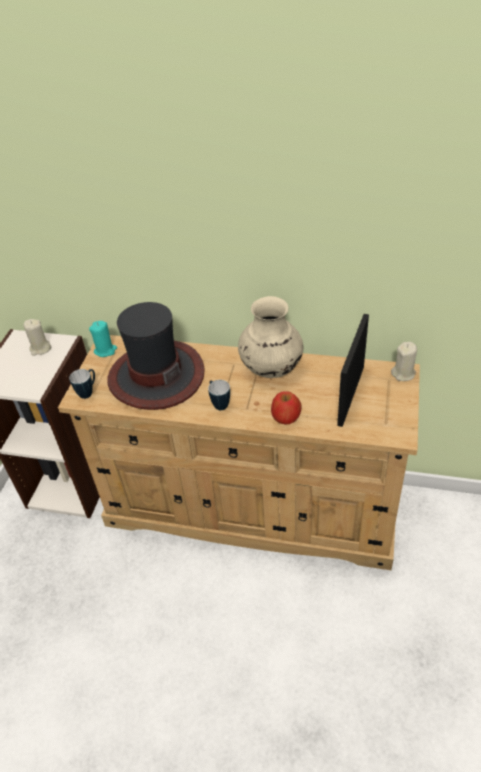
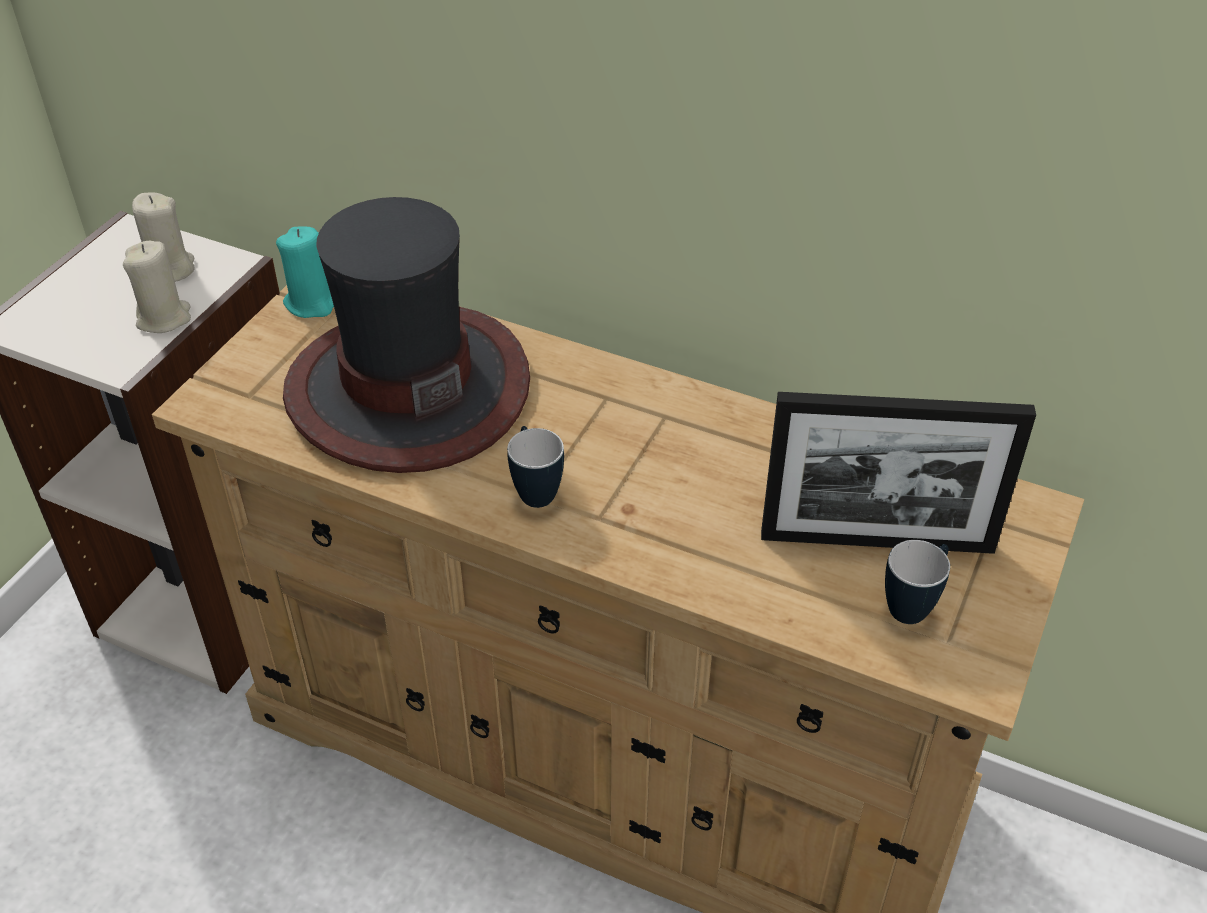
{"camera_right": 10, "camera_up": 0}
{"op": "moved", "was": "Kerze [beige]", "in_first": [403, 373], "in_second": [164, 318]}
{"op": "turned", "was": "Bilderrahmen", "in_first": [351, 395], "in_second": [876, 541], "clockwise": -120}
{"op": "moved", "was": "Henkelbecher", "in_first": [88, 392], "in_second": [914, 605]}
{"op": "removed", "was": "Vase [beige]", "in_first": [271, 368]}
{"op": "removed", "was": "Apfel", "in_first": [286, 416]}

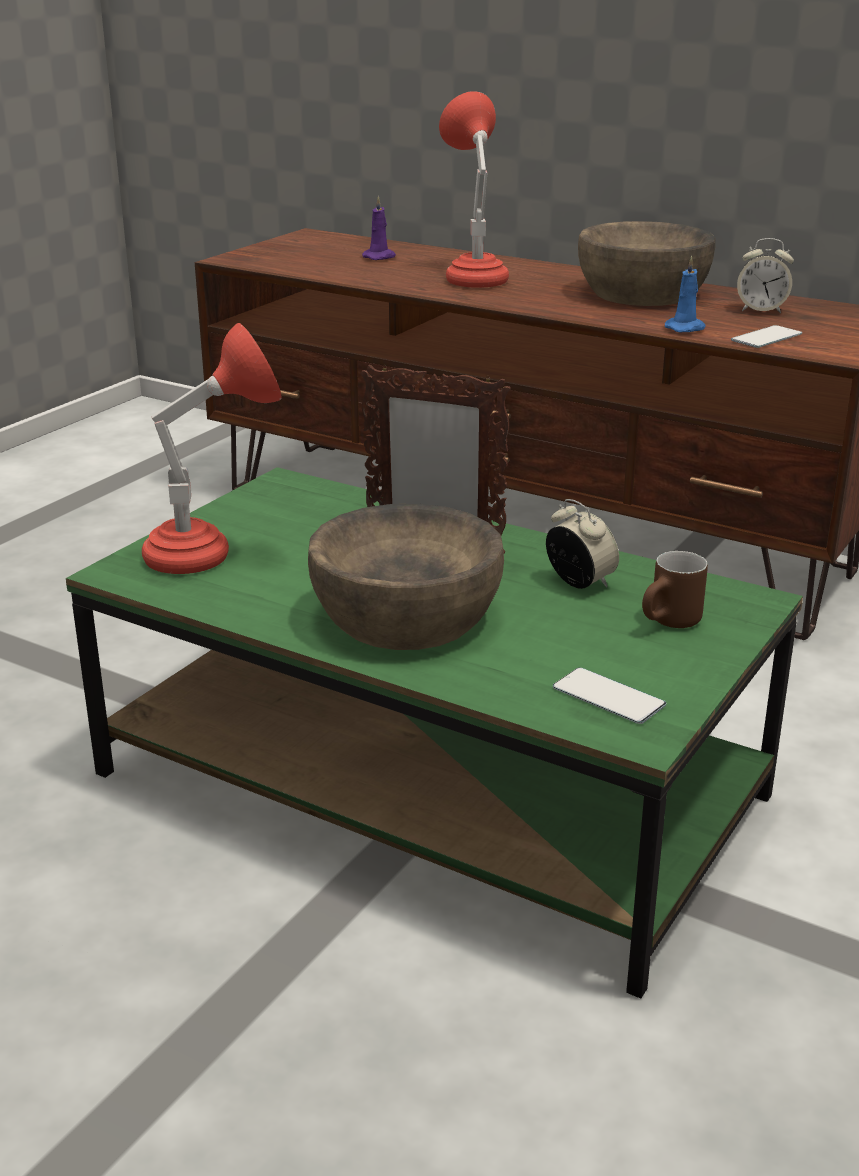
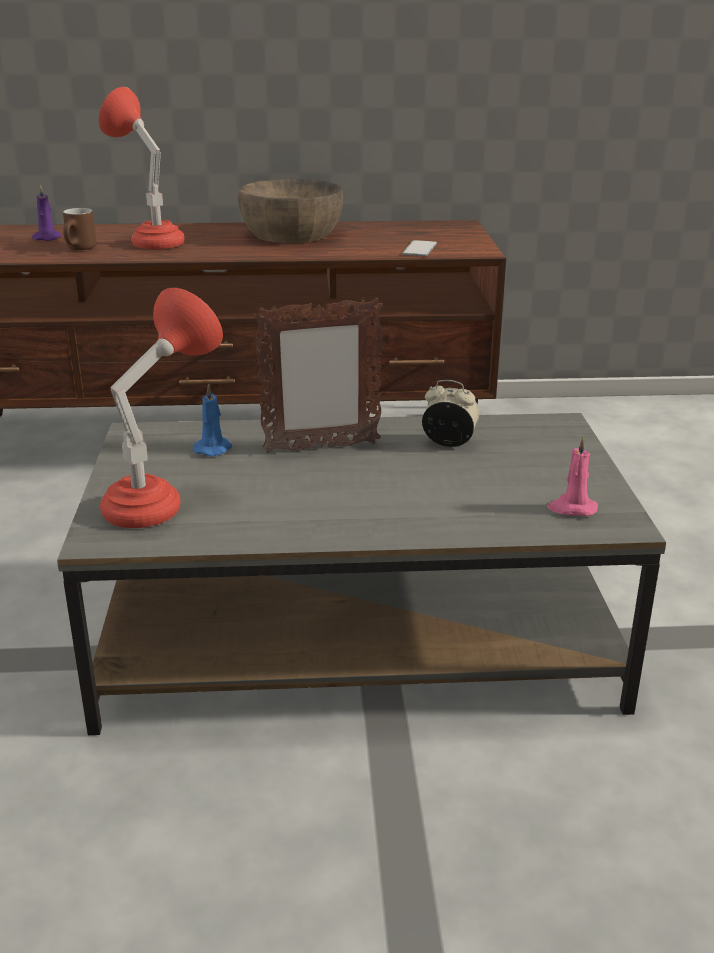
{"camera_right": -35, "camera_up": 0}
{"op": "recoloured", "was": "Couchtisch [grün]", "now": "Couchtisch [grau]", "in_first": [434, 785], "in_second": [360, 635]}
{"op": "moved", "was": "Henkelbecher [braun]", "in_first": [671, 624], "in_second": [81, 249]}
{"op": "moved", "was": "Kerze [blau]", "in_first": [686, 328], "in_second": [214, 448]}
{"op": "replaced", "was": "Handy", "now": "Kerze [rosa]", "in_first": [608, 696], "in_second": [571, 508]}
{"op": "removed", "was": "Schüssel [braun]", "in_first": [405, 616]}
{"op": "removed", "was": "Wecker", "in_first": [761, 310]}

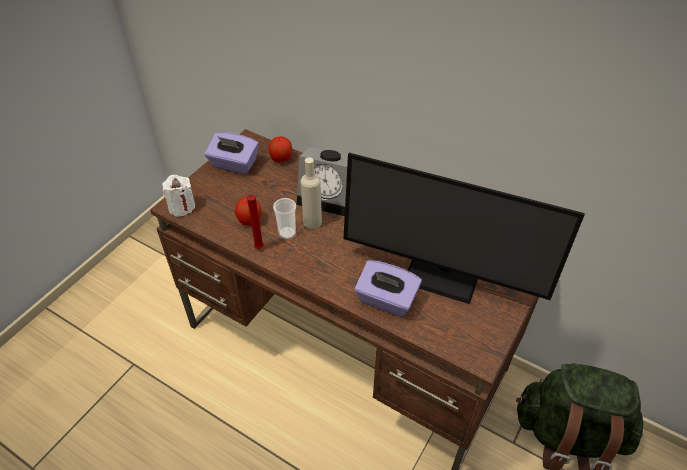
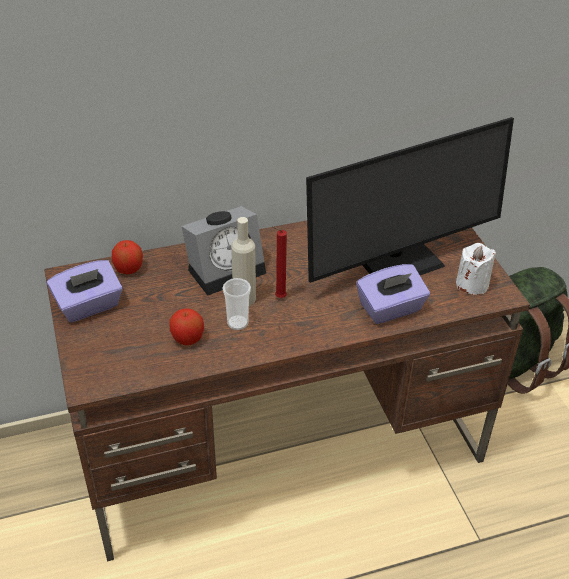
{"camera_right": -50, "camera_up": -5}
{"op": "moved", "was": "Kerze [rot]", "in_first": [258, 247], "in_second": [278, 297]}
{"op": "moved", "was": "Kerze [weiß]", "in_first": [182, 207], "in_second": [472, 284]}

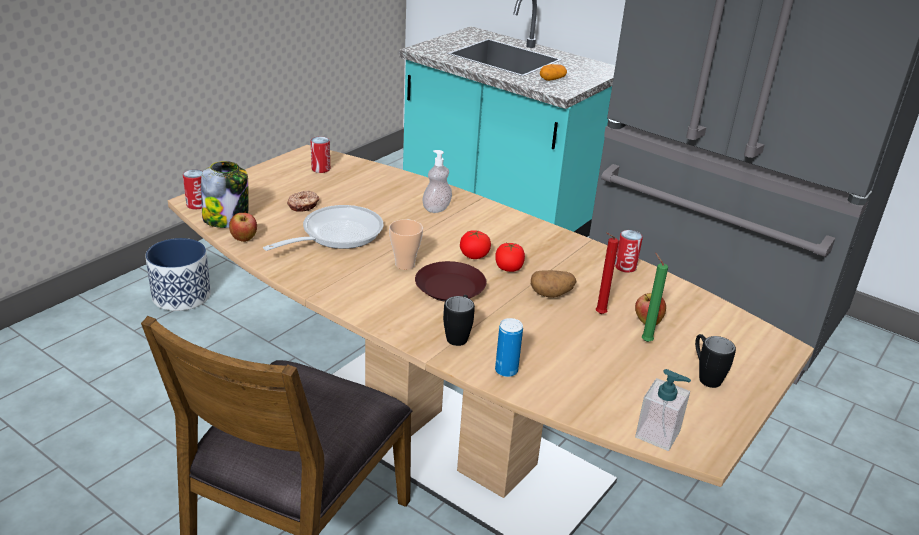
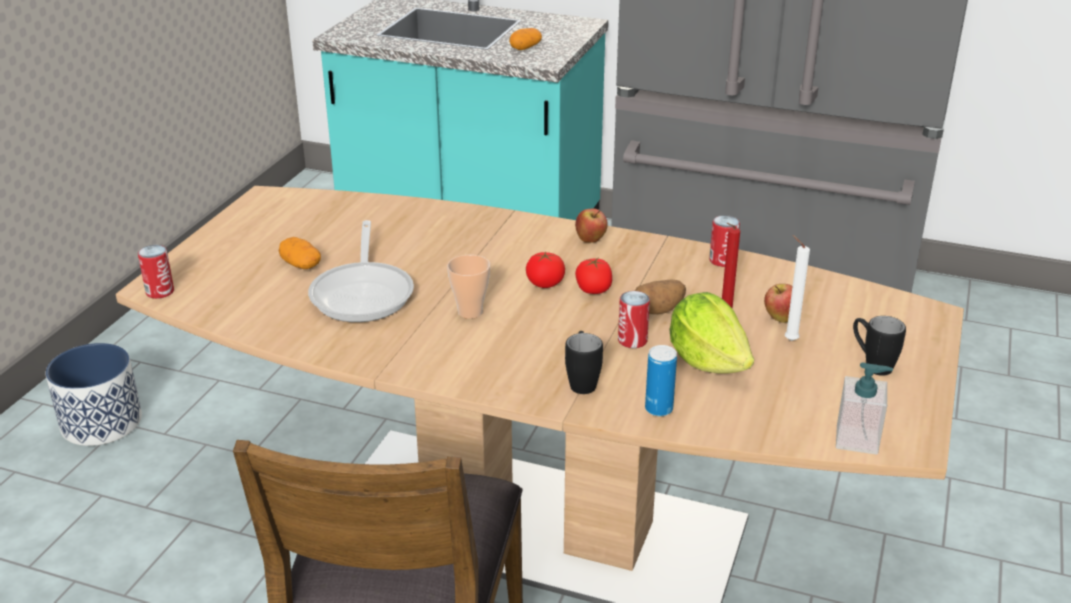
{"camera_right": -15, "camera_up": 0}
{"op": "replaced", "was": "Donut", "now": "Kartoffel", "in_first": [304, 206], "in_second": [300, 265]}
{"op": "turned", "was": "Pfanne", "in_first": [336, 235], "in_second": [364, 293], "clockwise": 150}
{"op": "moved", "was": "Apfel", "in_first": [244, 239], "in_second": [591, 240]}
{"op": "moved", "was": "Dose", "in_first": [321, 169], "in_second": [632, 340]}
{"op": "added", "now": "Salatkopf", "in_second": [708, 361]}
{"op": "recoloured", "was": "Kerze [grün]", "now": "Kerze [weiß]", "in_first": [645, 340], "in_second": [788, 340]}
{"op": "removed", "was": "Vorratsglas", "in_first": [227, 219]}
{"op": "removed", "was": "Teller [braun]", "in_first": [449, 288]}
{"op": "removed", "was": "Seifenspender", "in_first": [436, 209]}

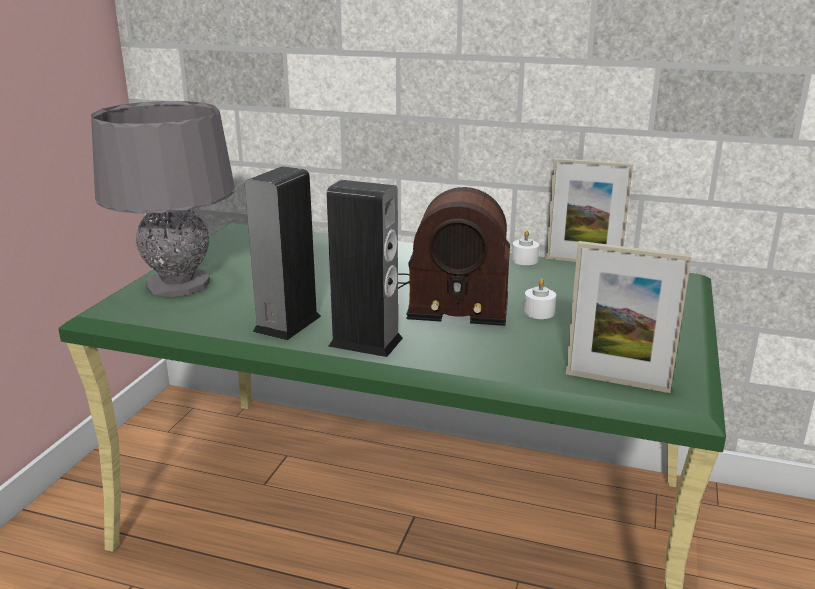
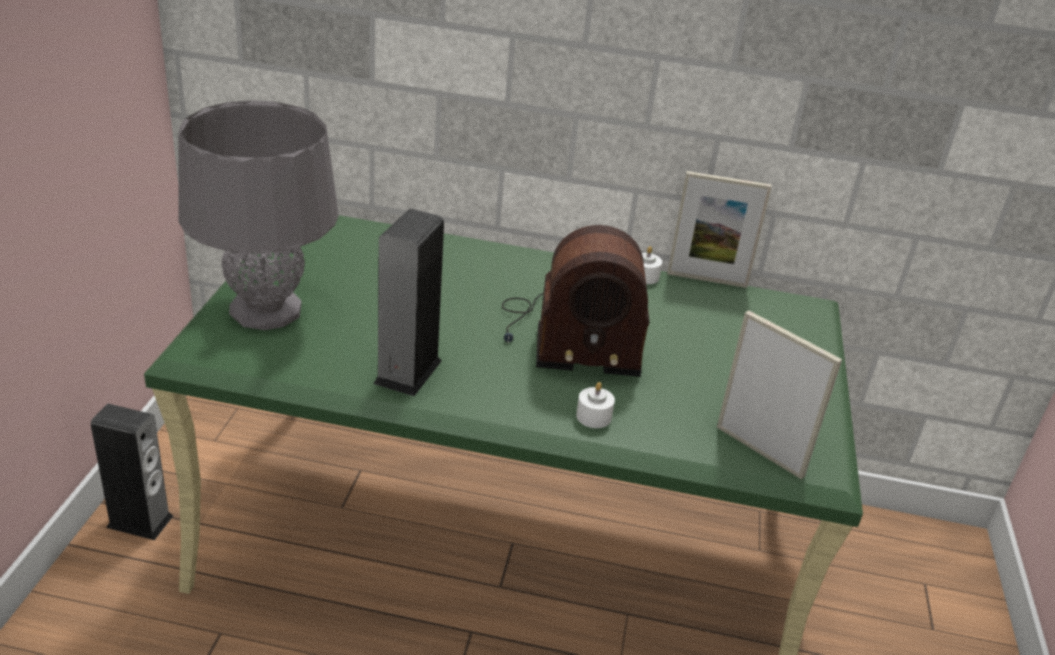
{"camera_right": -10, "camera_up": 10}
{"op": "moved", "was": "Lautsprecher", "in_first": [365, 342], "in_second": [140, 521]}
{"op": "moved", "was": "Kerze [weiß]", "in_first": [539, 312], "in_second": [593, 416]}
{"op": "turned", "was": "Bilderrahmen", "in_first": [617, 381], "in_second": [759, 451], "clockwise": -150}

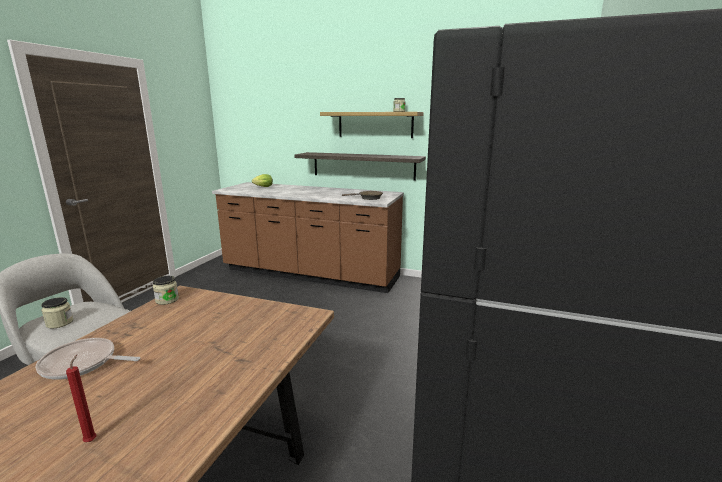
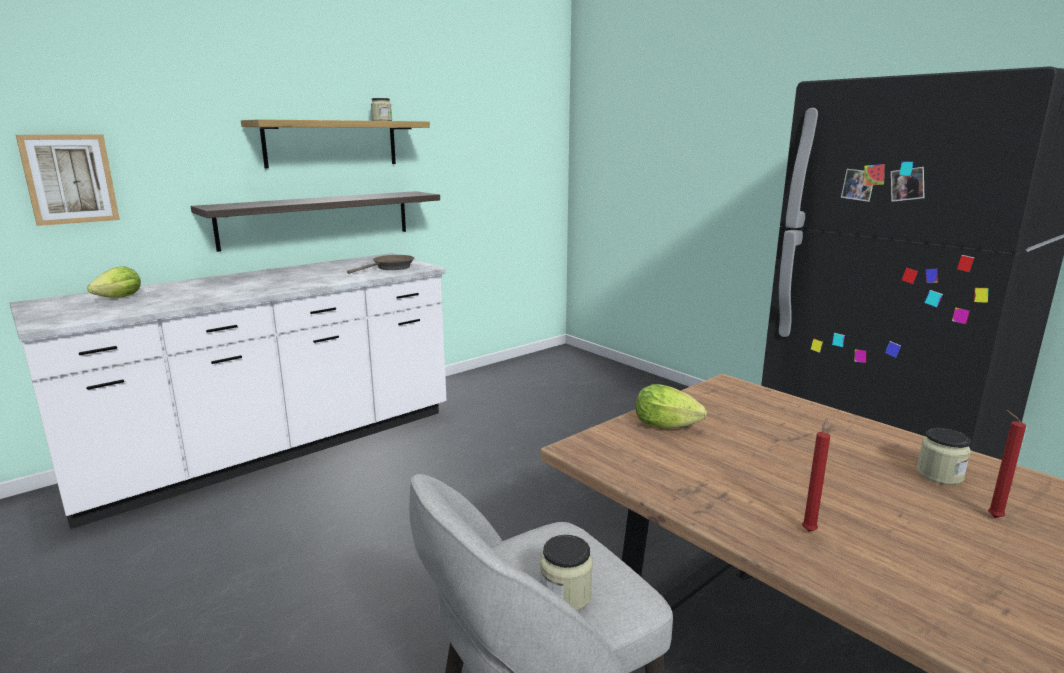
{"camera_right": -60, "camera_up": 0}
{"op": "recoloured", "was": "Küchenzeile [braun]", "now": "Küchenzeile [weiß]", "in_first": [310, 274], "in_second": [274, 449]}
{"op": "added", "now": "Bild", "in_second": [69, 179]}
{"op": "added", "now": "Salatkopf", "in_second": [669, 427]}
{"op": "replaced", "was": "Pfanne", "now": "Kerze [rot]", "in_first": [82, 364], "in_second": [809, 530]}
{"op": "moved", "was": "Vorratsglas", "in_first": [167, 300], "in_second": [939, 475]}

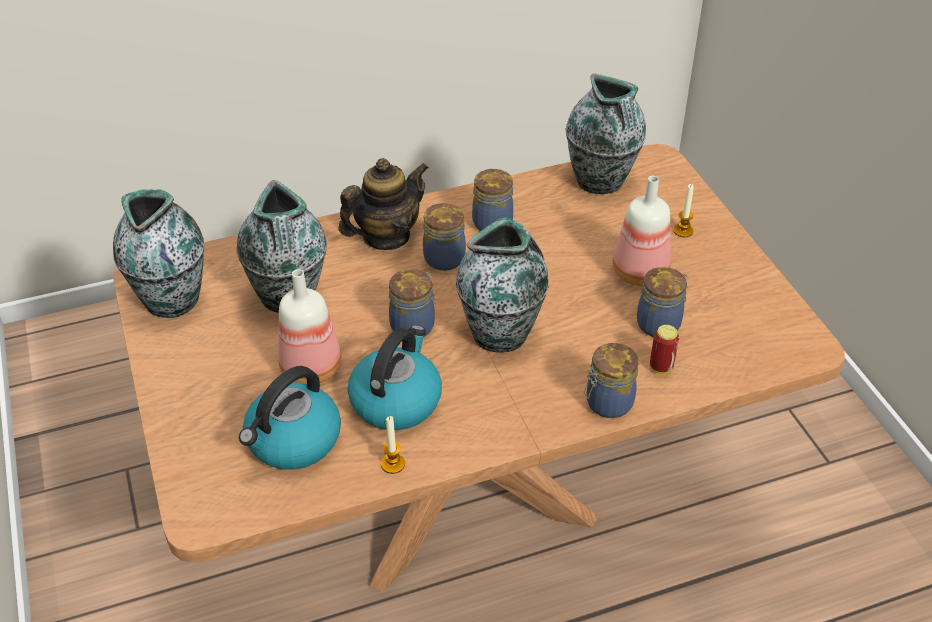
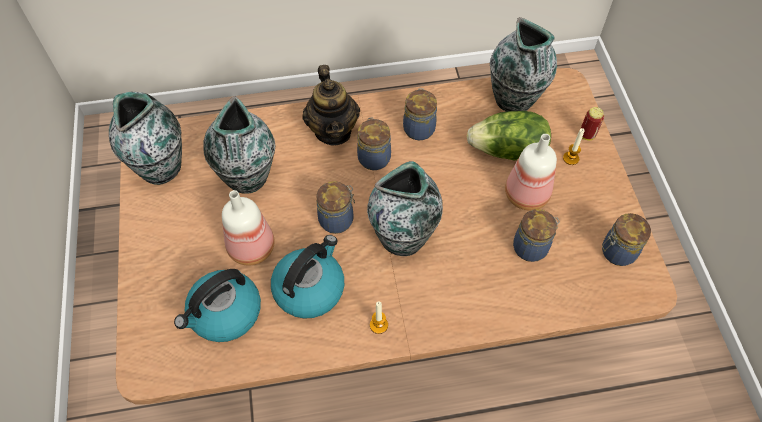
{"camera_right": 10, "camera_up": 15}
{"op": "turned", "was": "Teekanne", "in_first": [386, 236], "in_second": [333, 130], "clockwise": 105}
{"op": "moved", "was": "Kerze", "in_first": [393, 464], "in_second": [378, 325]}
{"op": "added", "now": "Salatkopf", "in_second": [508, 150]}
{"op": "moved", "was": "Dose", "in_first": [661, 367], "in_second": [587, 135]}
{"op": "moved", "was": "Vorratsglas", "in_first": [607, 403], "in_second": [616, 252]}

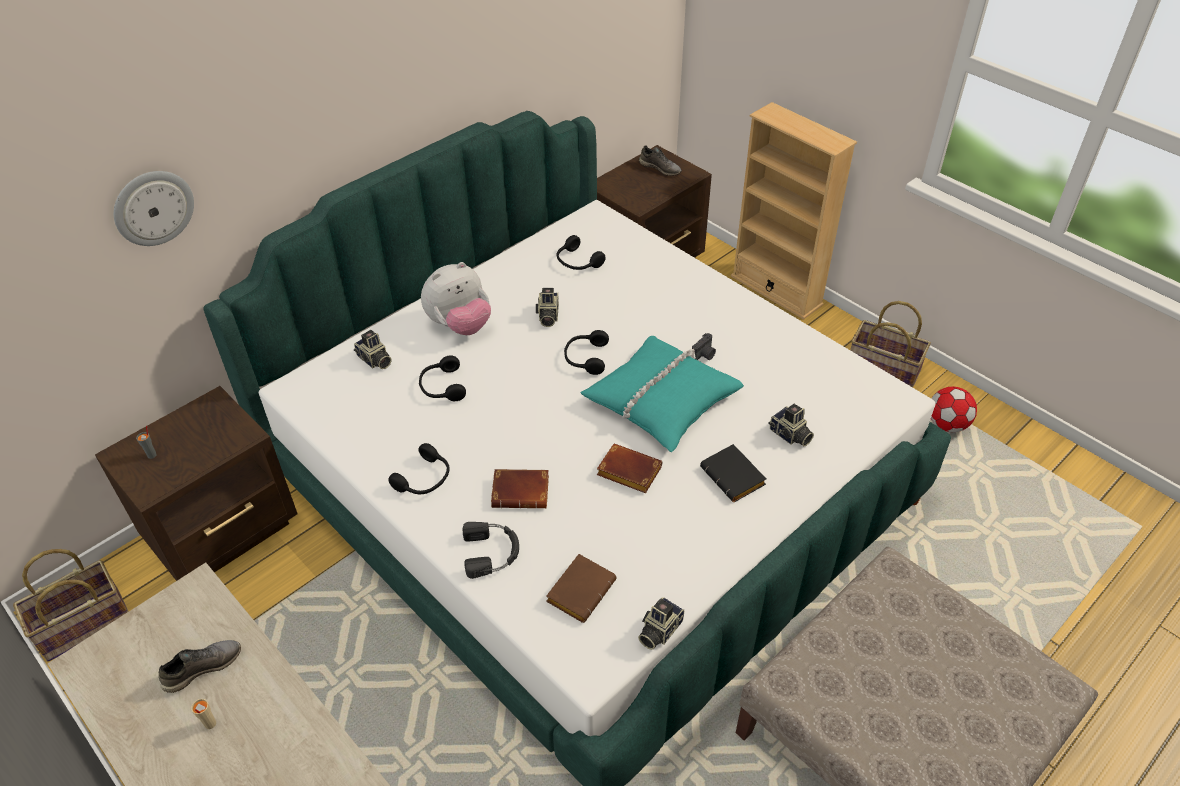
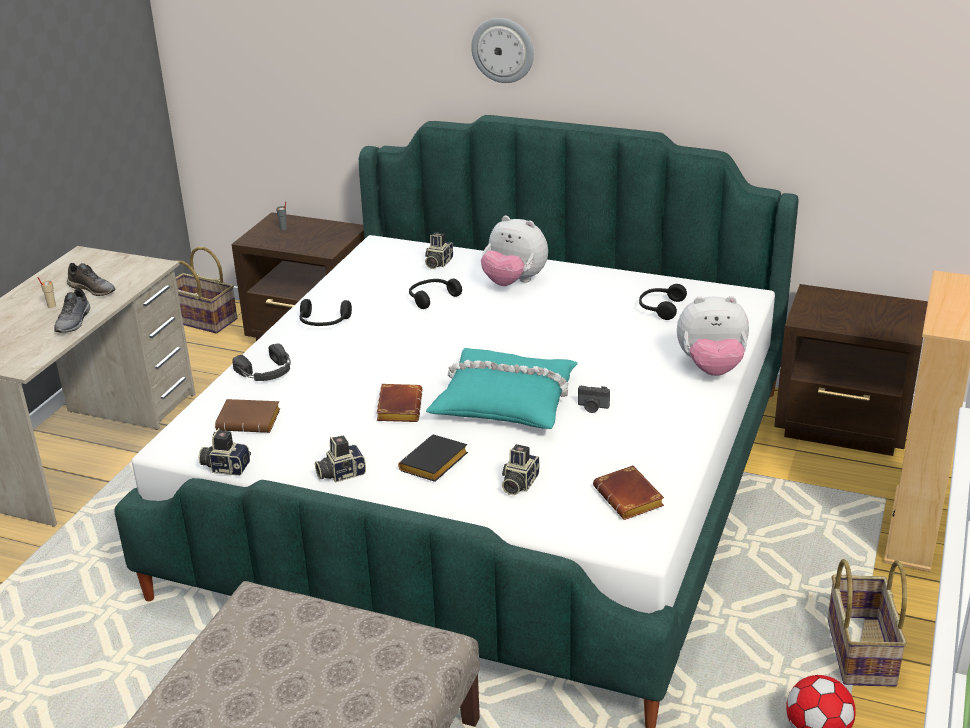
{"camera_right": 65, "camera_up": -15}
{"op": "moved", "was": "Schuh [grau]", "in_first": [660, 168], "in_second": [74, 321]}
{"op": "moved", "was": "Kamera", "in_first": [547, 316], "in_second": [340, 473]}
{"op": "moved", "was": "Wanduhr", "in_first": [153, 207], "in_second": [503, 50]}
{"op": "moved", "was": "Buch [braun]", "in_first": [522, 491], "in_second": [631, 499]}
{"op": "added", "now": "Plüschtier", "in_second": [711, 368]}
{"op": "removed", "was": "Kopfhörer [schwarz]", "in_first": [585, 358]}

